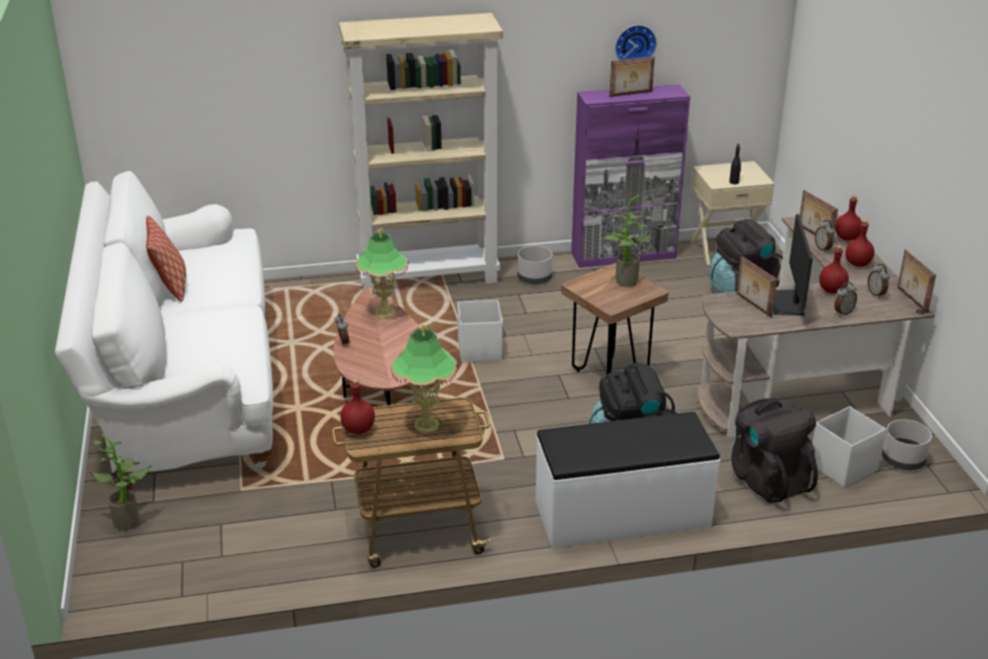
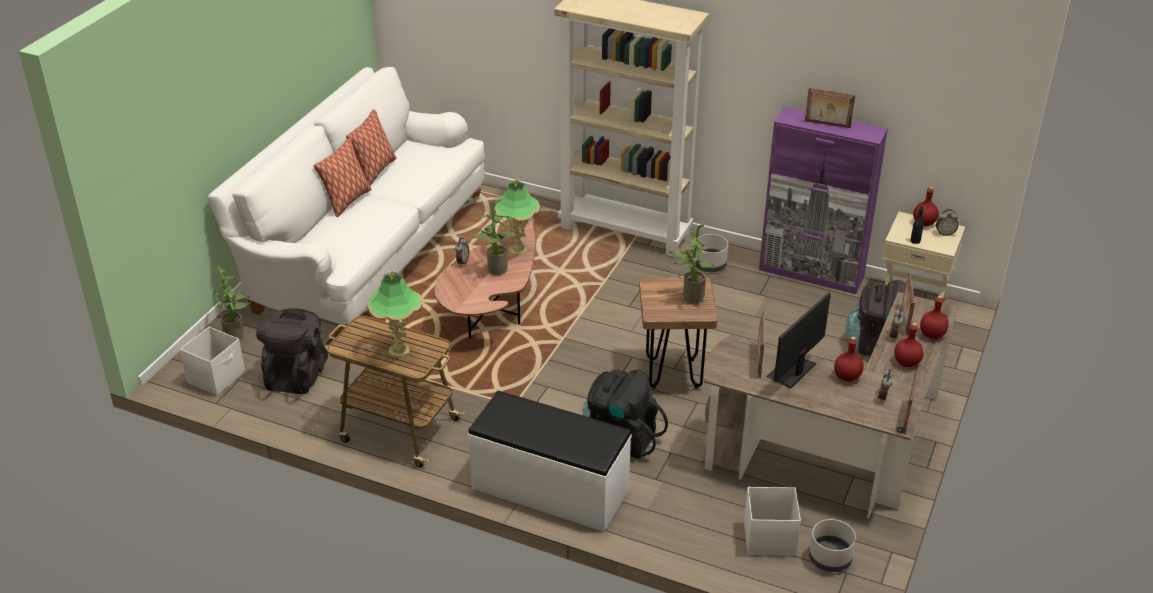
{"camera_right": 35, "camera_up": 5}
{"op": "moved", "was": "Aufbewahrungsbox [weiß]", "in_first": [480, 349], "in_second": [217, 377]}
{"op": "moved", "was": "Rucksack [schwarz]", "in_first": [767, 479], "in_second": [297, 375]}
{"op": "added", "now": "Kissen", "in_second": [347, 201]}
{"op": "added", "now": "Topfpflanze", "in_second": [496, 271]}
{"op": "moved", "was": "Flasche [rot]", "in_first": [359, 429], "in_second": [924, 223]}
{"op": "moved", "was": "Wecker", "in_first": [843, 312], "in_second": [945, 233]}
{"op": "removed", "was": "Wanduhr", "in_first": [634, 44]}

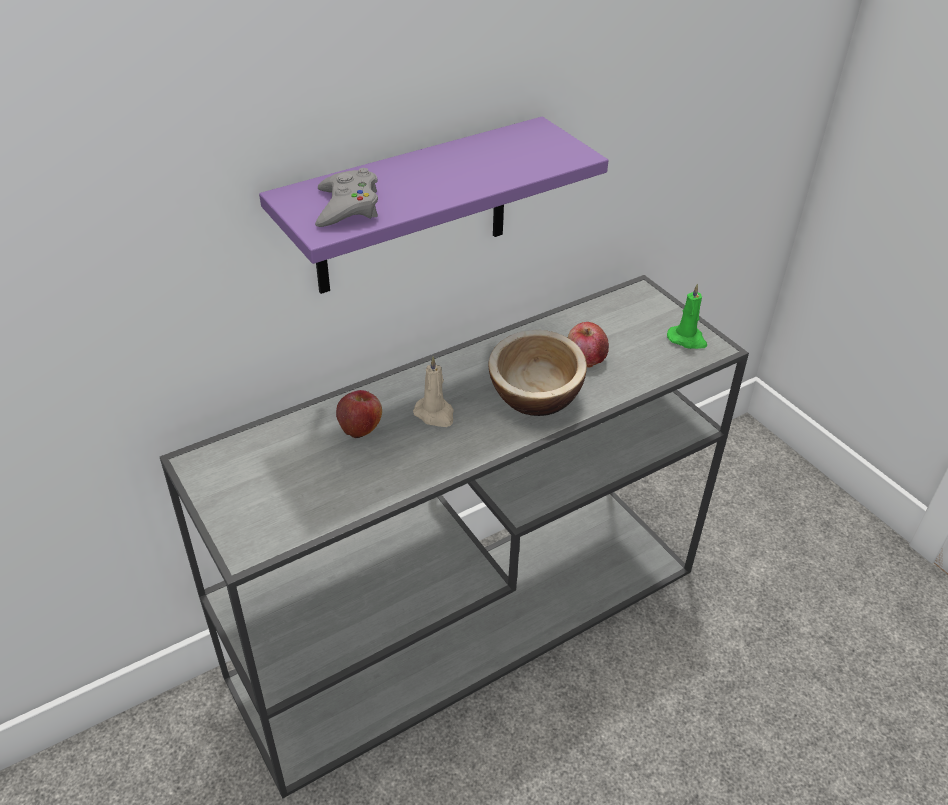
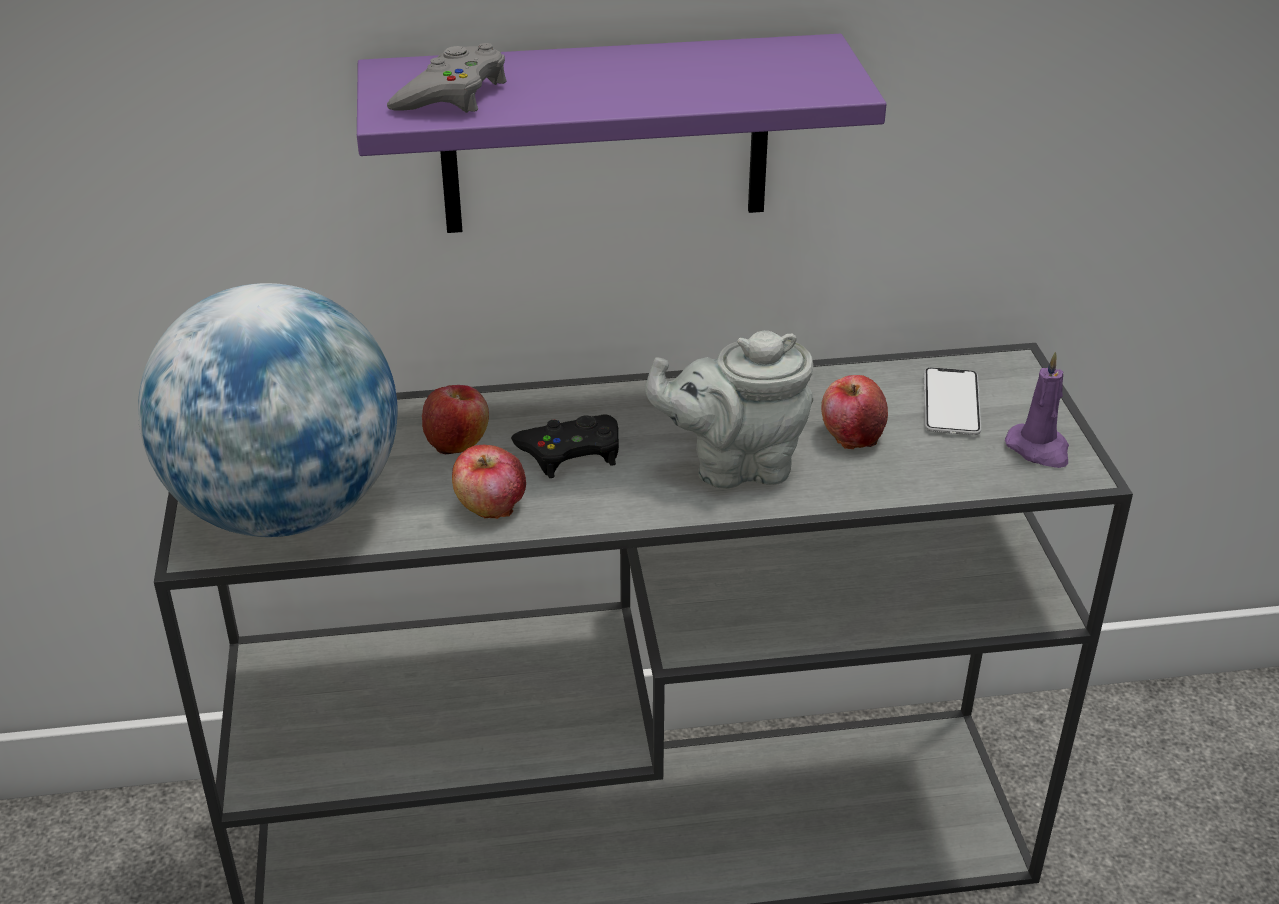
{"camera_right": 25, "camera_up": -5}
{"op": "added", "now": "Globus", "in_second": [287, 509]}
{"op": "added", "now": "Apfel", "in_second": [490, 506]}
{"op": "replaced", "was": "Kerze [beige]", "now": "Gamepad [schwarz]", "in_first": [435, 414], "in_second": [571, 452]}
{"op": "replaced", "was": "Schüssel", "now": "Teekanne [grau]", "in_first": [535, 395], "in_second": [735, 465]}
{"op": "added", "now": "Handy", "in_second": [951, 403]}
{"op": "recoloured", "was": "Kerze [grün]", "now": "Kerze [lila]", "in_first": [687, 339], "in_second": [1039, 449]}

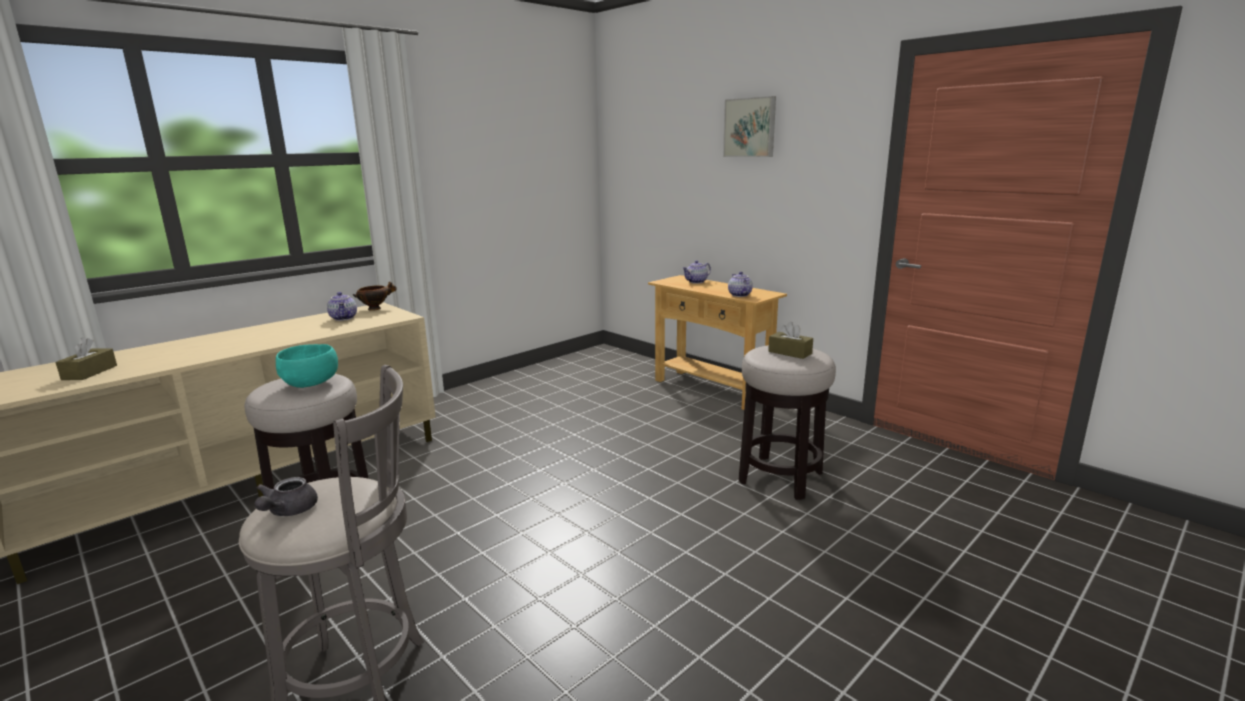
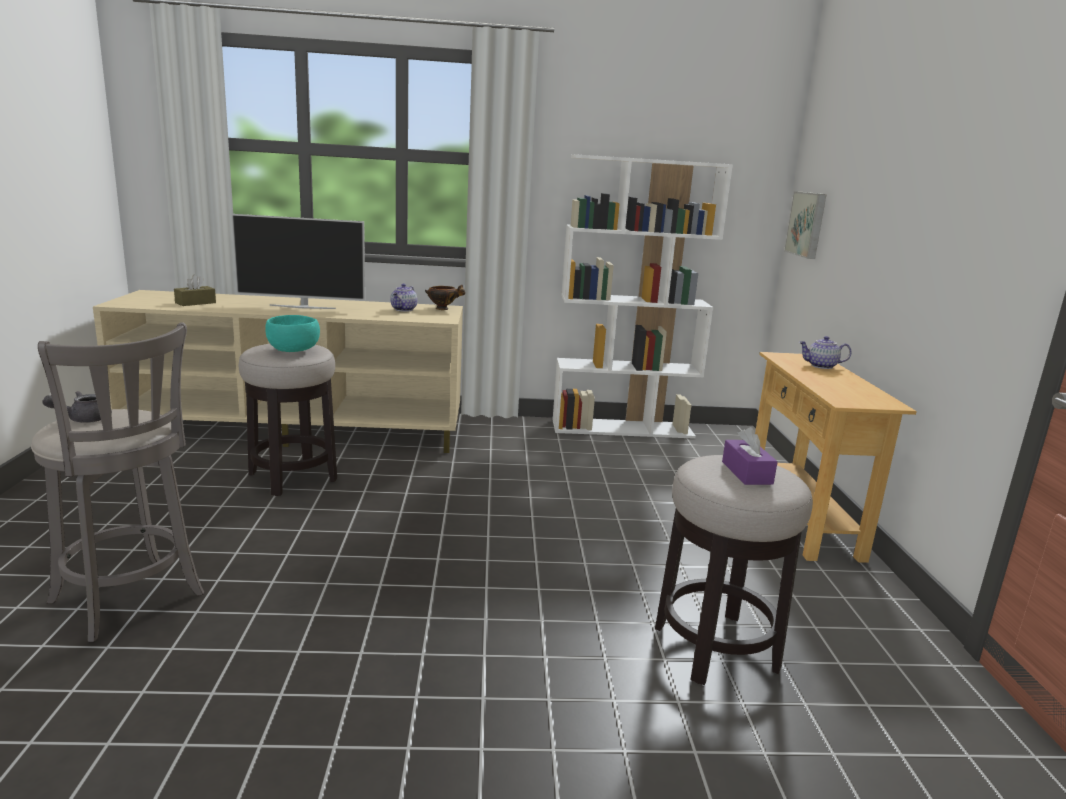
{"camera_right": 40, "camera_up": 0}
{"op": "added", "now": "Fernseher", "in_second": [303, 307]}
{"op": "added", "now": "Bücherregal [weiß]", "in_second": [623, 428]}
{"op": "recoloured", "was": "Taschentuchbox [braun]", "now": "Taschentuchbox [lila]", "in_first": [790, 352], "in_second": [746, 473]}
{"op": "moved", "was": "Bild", "in_first": [750, 127], "in_second": [807, 224]}
{"op": "removed", "was": "Teekanne", "in_first": [739, 295]}

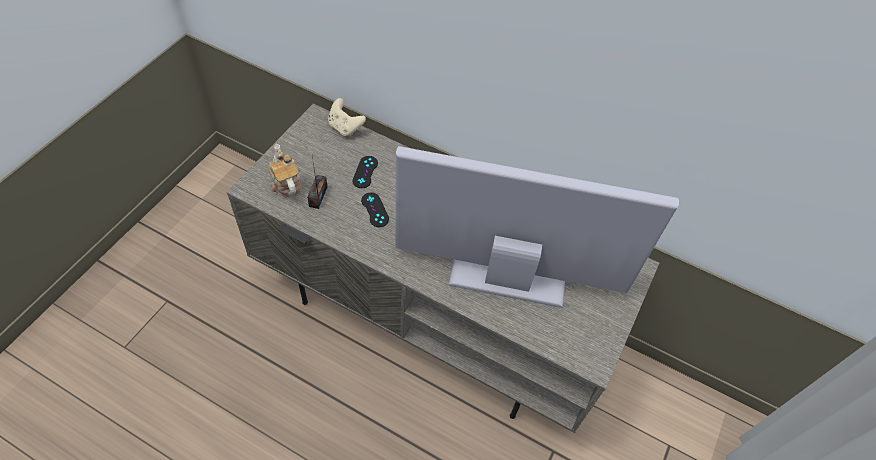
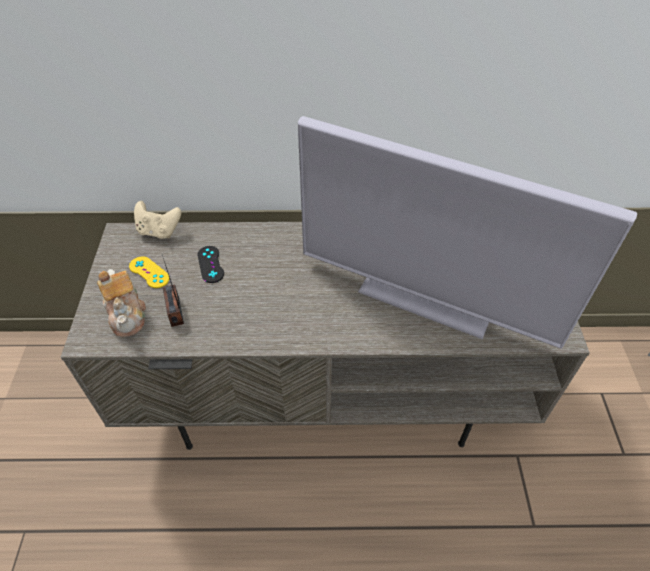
{"camera_right": -25, "camera_up": -5}
{"op": "turned", "was": "Teekanne", "in_first": [285, 182], "in_second": [127, 314], "clockwise": -150}
{"op": "added", "now": "Gamepad [gelb]", "in_second": [149, 272]}
{"op": "turned", "was": "Fernseher", "in_first": [507, 279], "in_second": [426, 298], "clockwise": -135}
{"op": "removed", "was": "Gamepad [schwarz]", "in_first": [375, 210]}

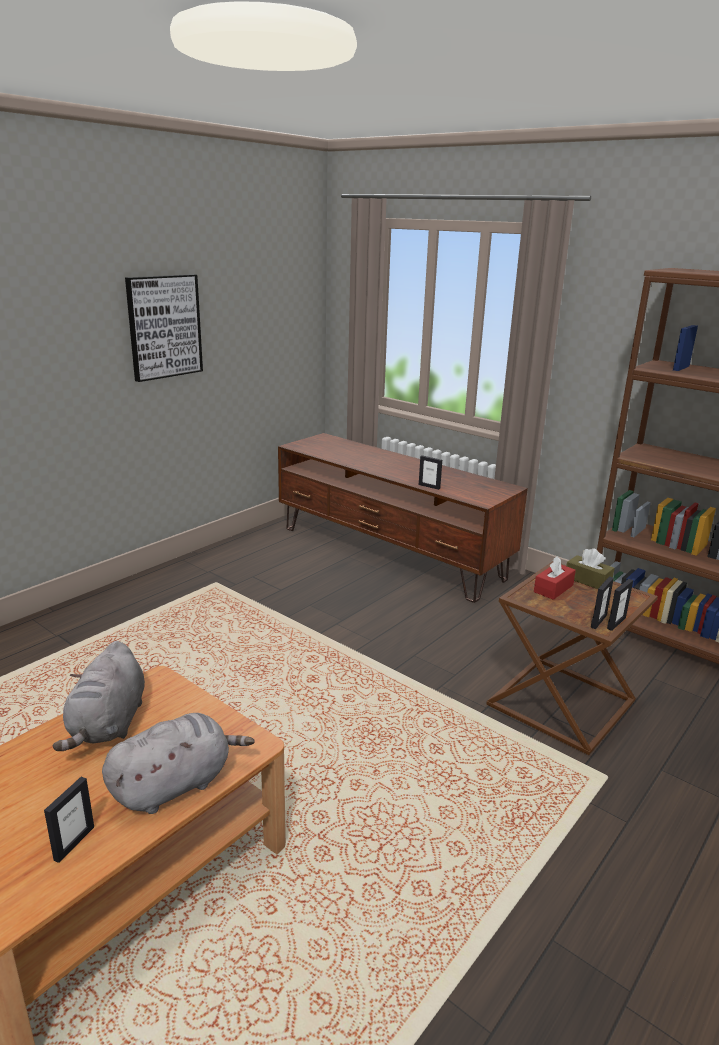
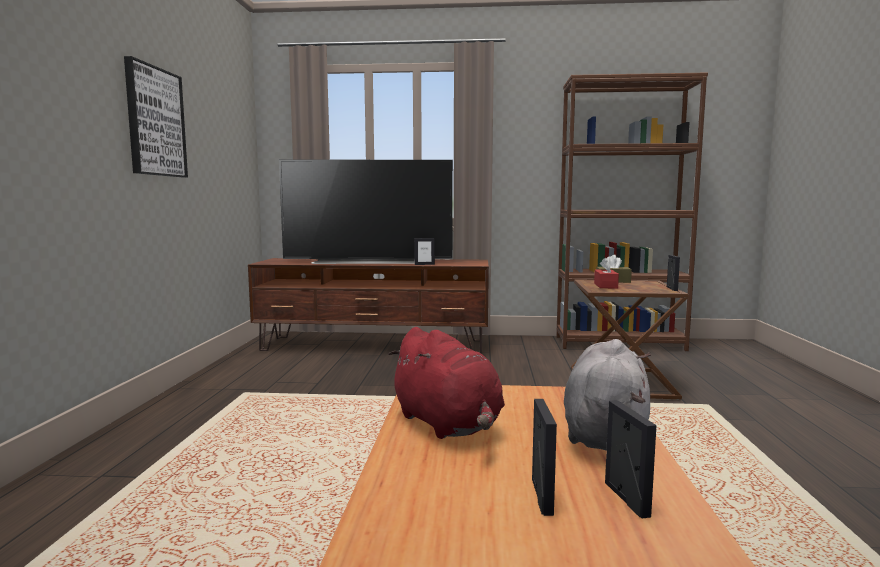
{"camera_right": -35, "camera_up": -15}
{"op": "added", "now": "Fernseher", "in_second": [368, 262]}
{"op": "recoloured", "was": "Plüschtier [grau]", "now": "Plüschtier [rot]", "in_first": [108, 724], "in_second": [448, 425]}
{"op": "moved", "was": "Bilderrahmen", "in_first": [598, 621], "in_second": [541, 496]}

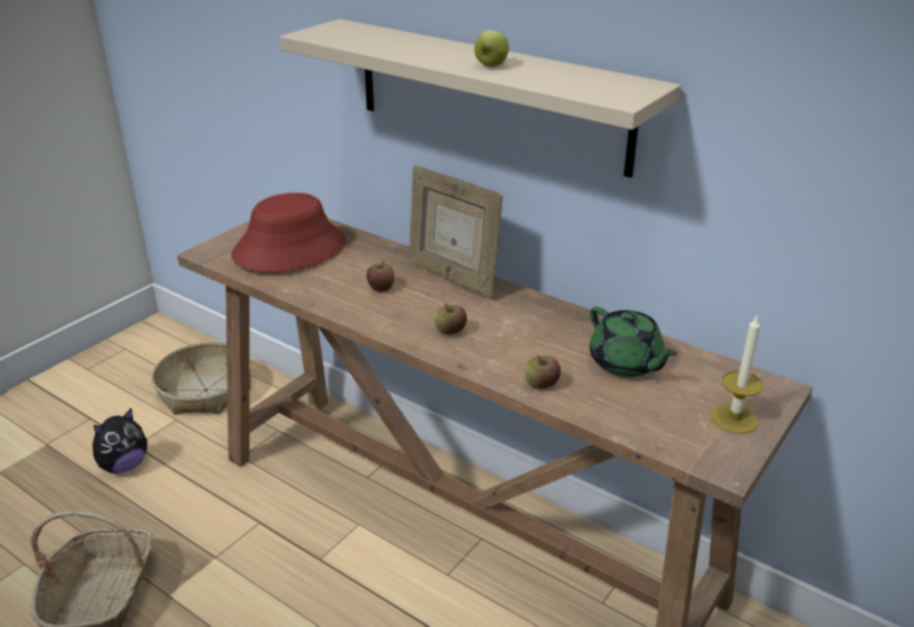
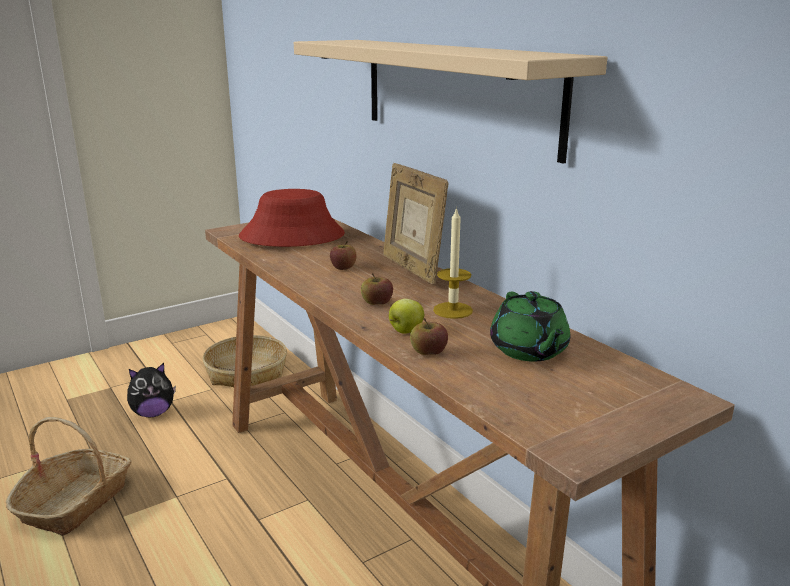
{"camera_right": 20, "camera_up": -10}
{"op": "moved", "was": "Apfel", "in_first": [491, 66], "in_second": [405, 331]}
{"op": "moved", "was": "Kerze", "in_first": [734, 419], "in_second": [453, 310]}

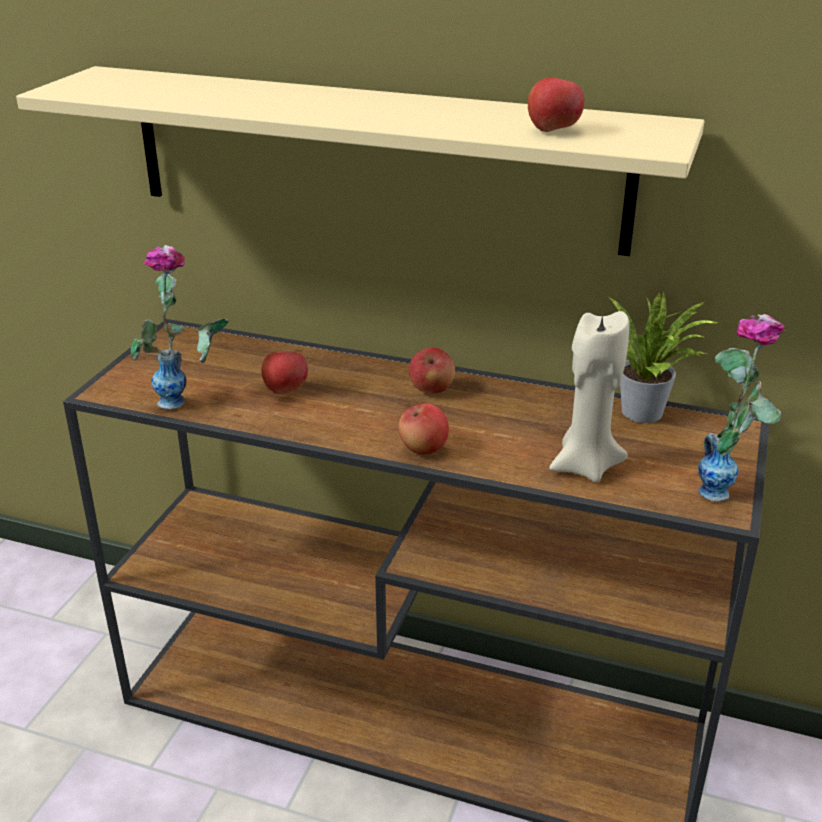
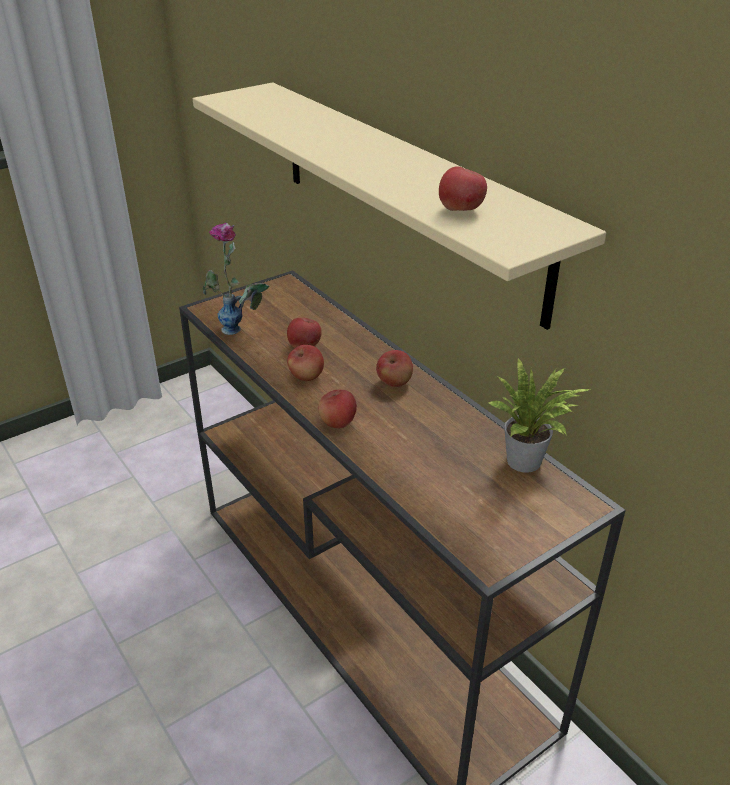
{"camera_right": 35, "camera_up": 5}
{"op": "added", "now": "Apfel", "in_second": [306, 377]}
{"op": "removed", "was": "Kerze [beige]", "in_first": [585, 466]}
{"op": "removed", "was": "Vase", "in_first": [729, 486]}

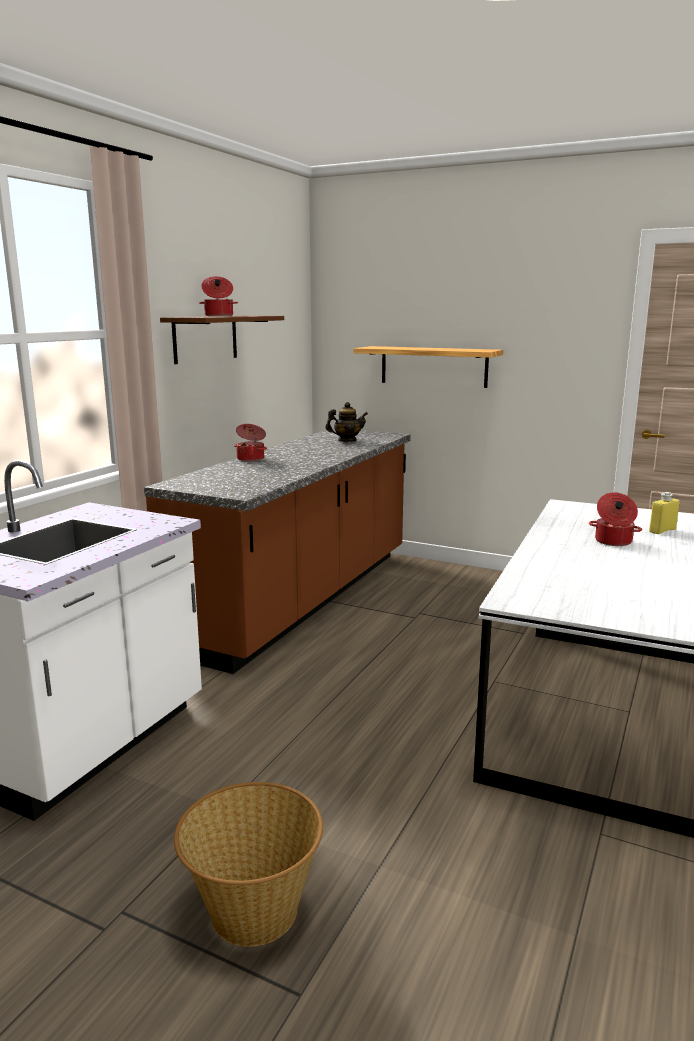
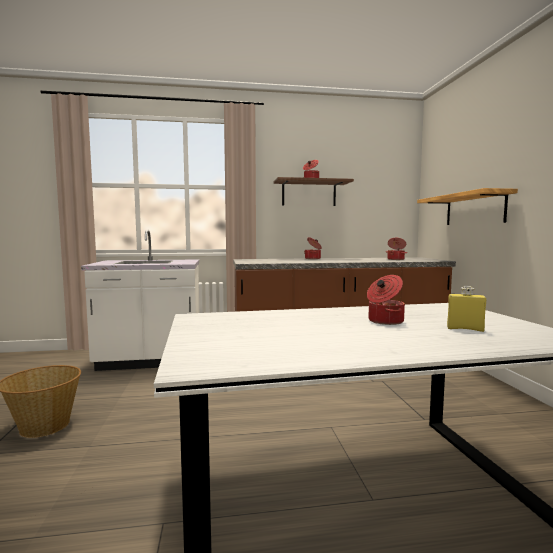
{"camera_right": 55, "camera_up": -10}
{"op": "replaced", "was": "Teekanne", "now": "Kochtopf", "in_first": [347, 441], "in_second": [396, 259]}

